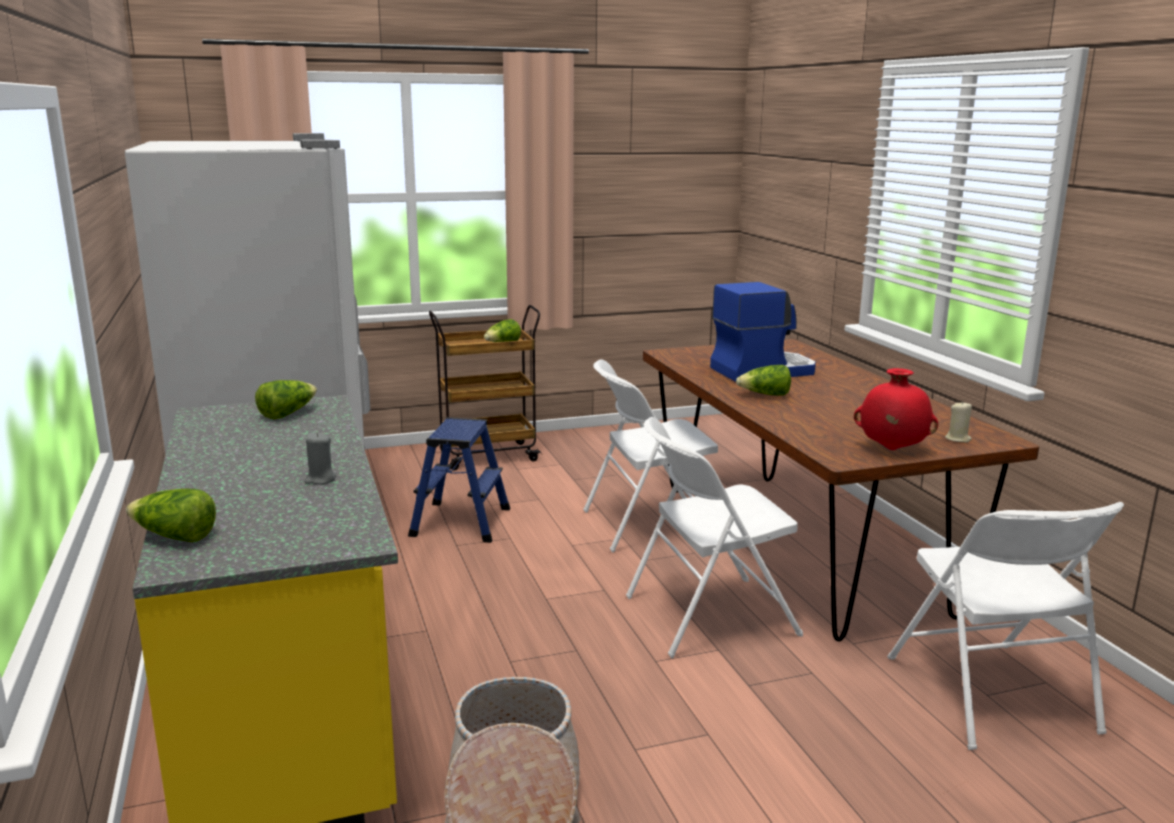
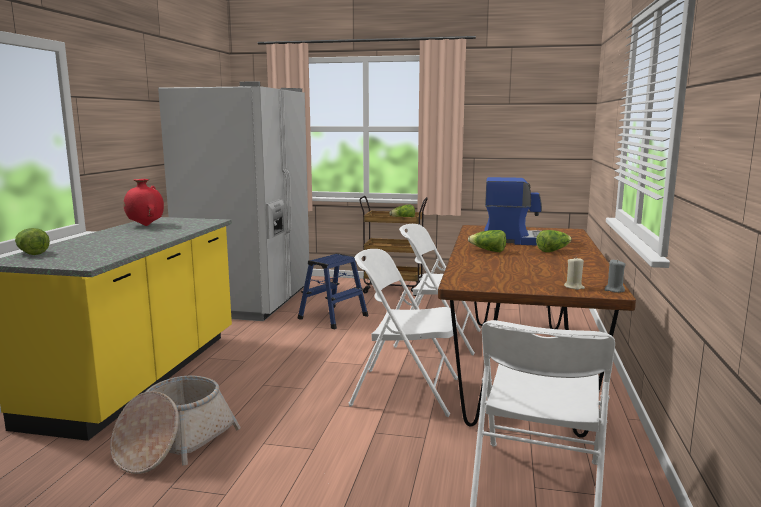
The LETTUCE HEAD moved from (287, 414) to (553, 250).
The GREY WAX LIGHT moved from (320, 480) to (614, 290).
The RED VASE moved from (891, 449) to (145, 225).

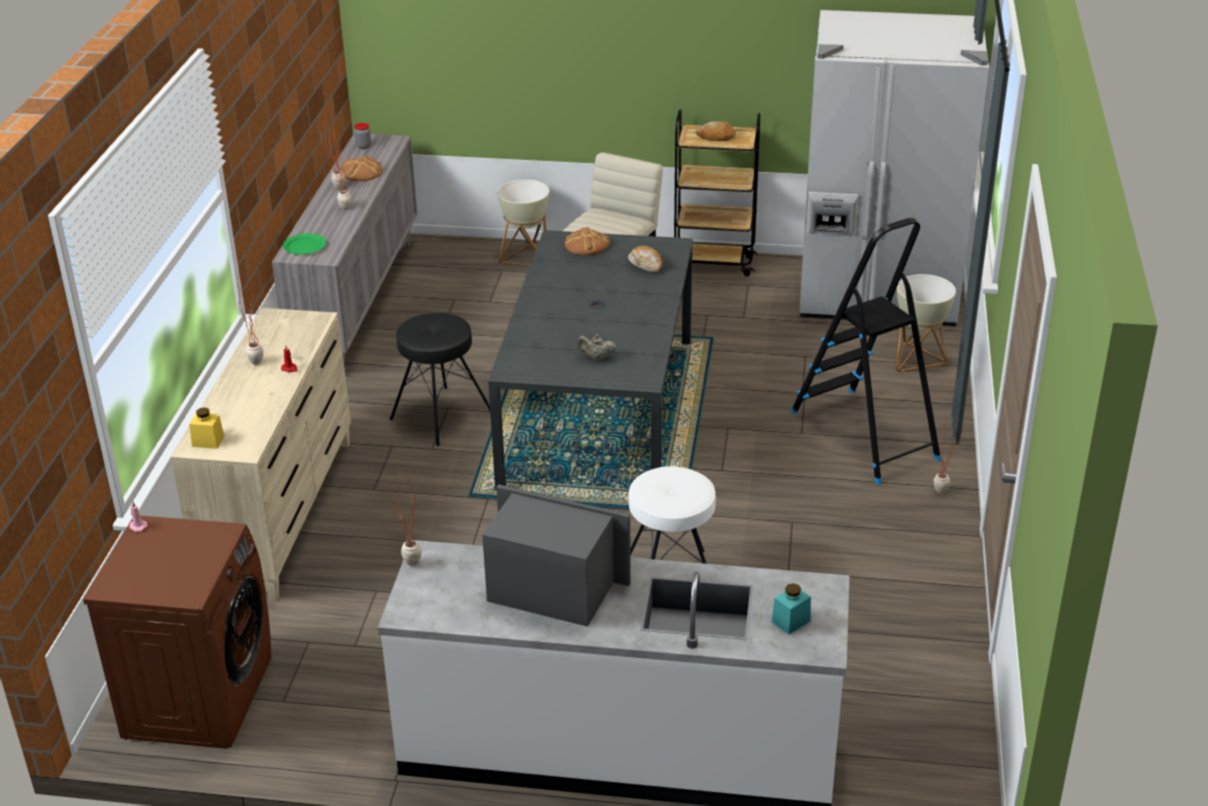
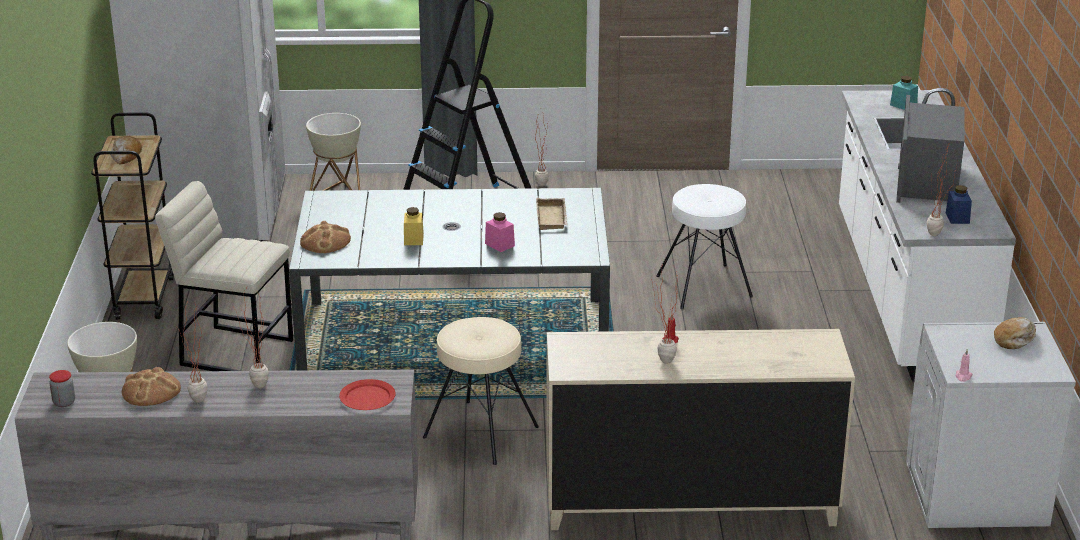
The PINK-COLOURED PRESERVE JAR at (499, 245) appeared.
The BLUE PRESERVE JAR at (957, 218) appeared.
The YELLOW PRESERVE JAR moved from (208, 441) to (413, 239).
The BAKED BREAD moved from (646, 264) to (1014, 339).
The BEIGE TEA POT at (596, 358) was replaced by the BEIGE CARRYING TRAY at (553, 218).
The BROWNISH LAUNDRY MACHINE at (199, 699) became the WHITISH LAUNDRY MACHINE at (975, 495).
The GREEN DINNER PLATE at (304, 246) became the RED DINNER PLATE at (367, 398).
The BLACK-COLOURED SITTING STOOL at (441, 415) became the BEIGE SITTING STOOL at (480, 432).

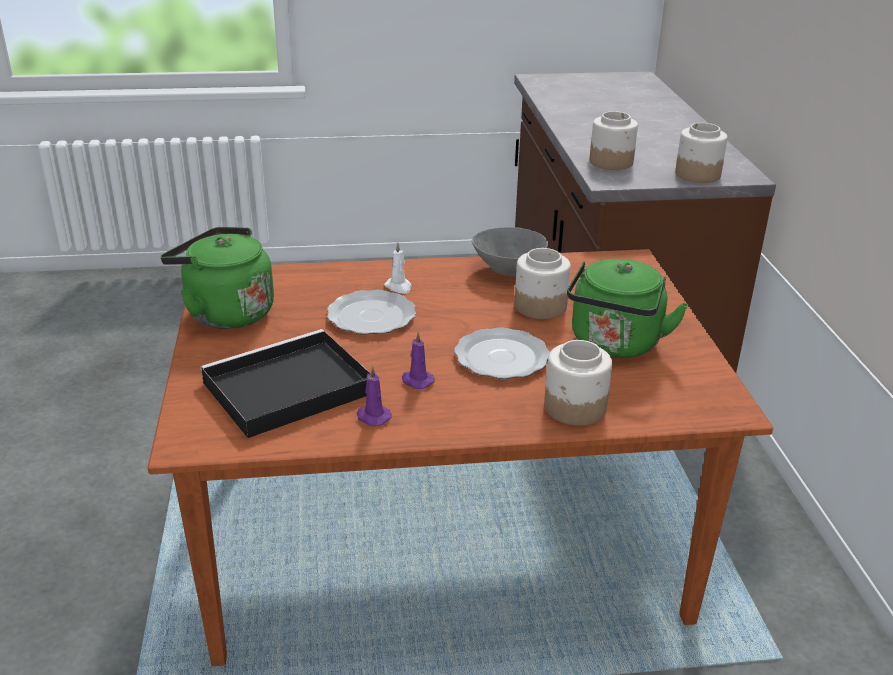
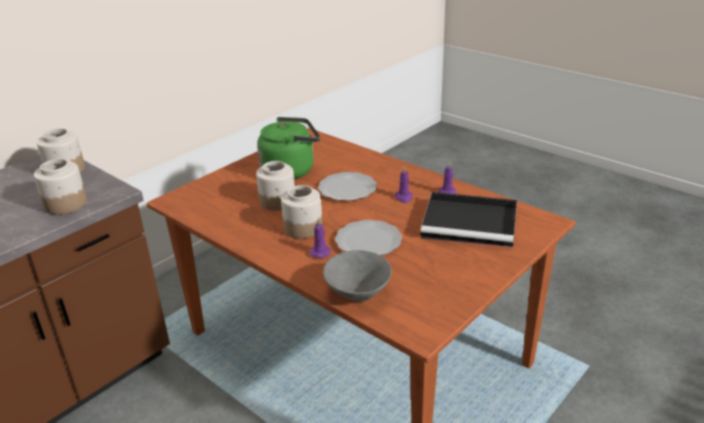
The GREEN WATER KETTLE at (225, 313) disappeared.
The GREY SERVING BOWL moved from (508, 269) to (358, 294).
The PRESERVE JAR moved from (575, 408) to (303, 228).
The WHITISH WAX LIGHT at (399, 287) became the PURPLE WAX LIGHT at (320, 252).

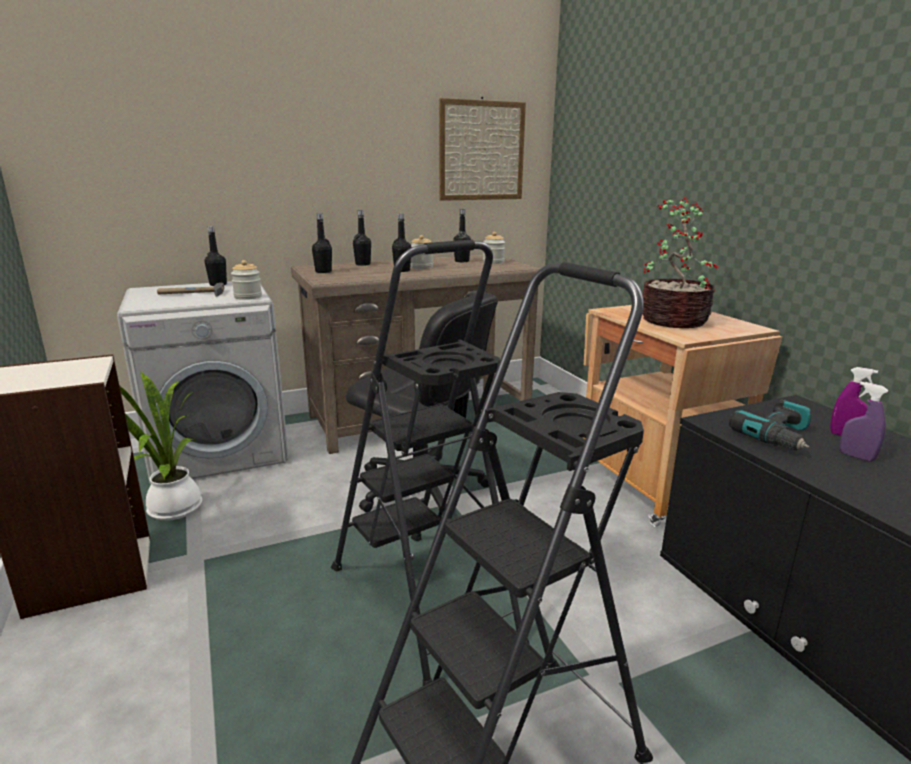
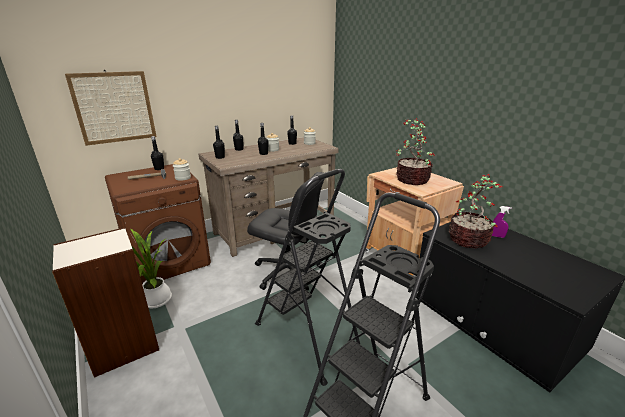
The PURPLE HAND SPRAYER at (856, 457) disappeared.
The PICTURE moved from (481, 149) to (114, 106).
The ELECTRIC DRILL at (779, 437) was replaced by the HOUSEPLANT at (469, 240).
The WHITISH LAUNDRY MACHINE at (221, 450) became the BROWNISH LAUNDRY MACHINE at (170, 261).

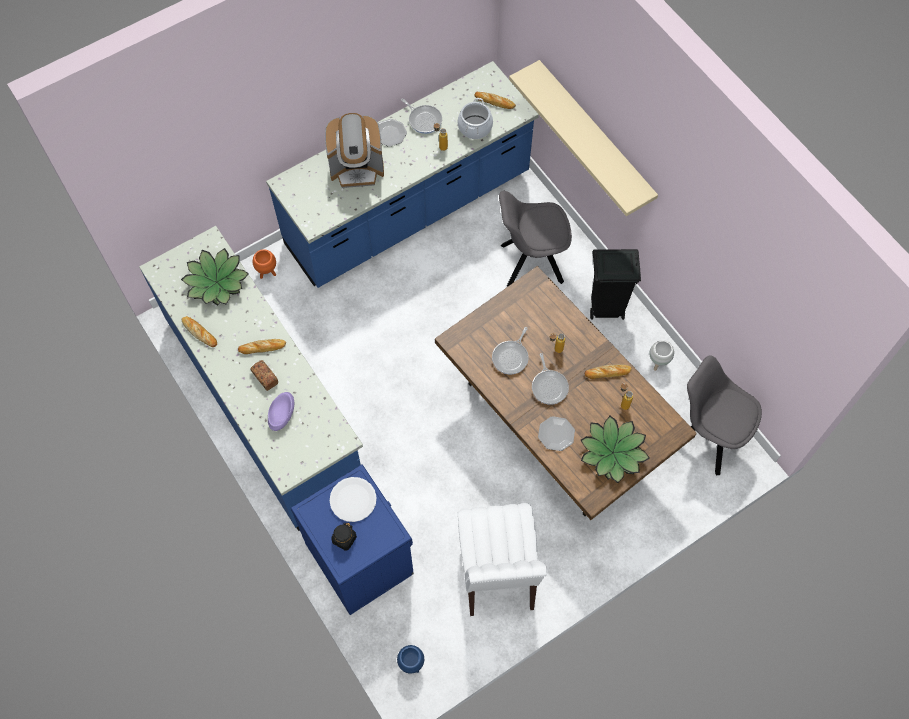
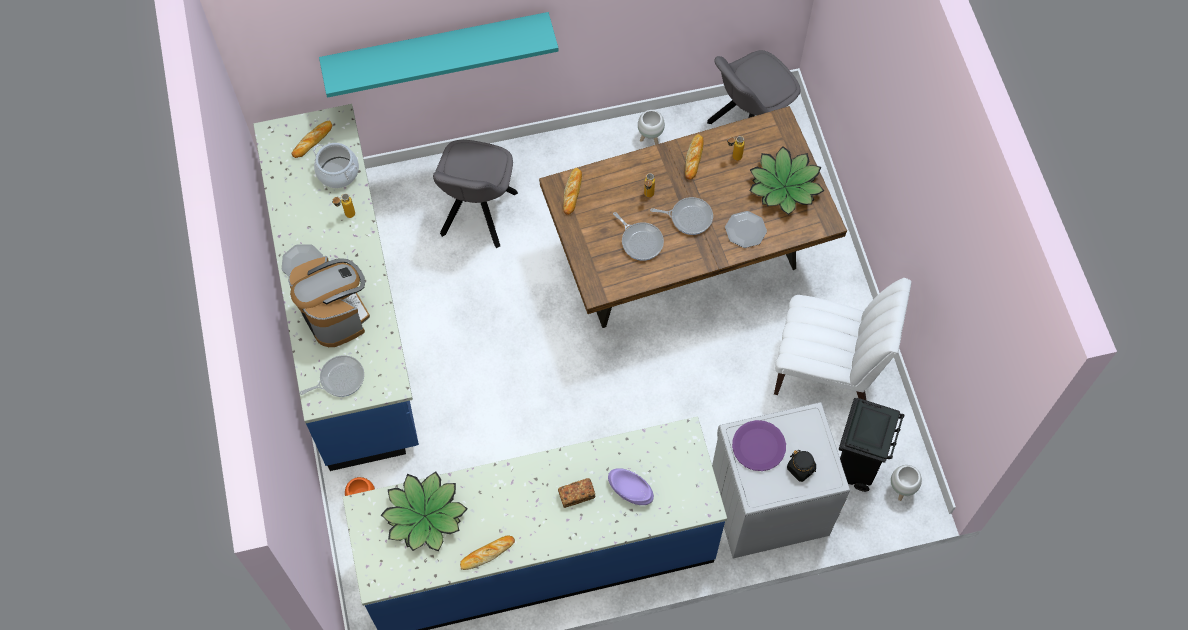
The BAKED BREAD moved from (262, 347) to (572, 192).
The PAN moved from (424, 119) to (339, 379).
The BLACK-COLOURED TRASH CAN moved from (605, 308) to (854, 469).
The BLUE LAUNDRY MACHINE at (361, 557) became the WHITISH LAUNDRY MACHINE at (767, 504).
The WHITISH DINNER PLATE at (353, 500) became the PURPLE DINNER PLATE at (759, 446).
The BLUE PLANTER at (411, 664) became the WHITISH PLANTER at (901, 490).
The BEIGE SHELF at (595, 135) became the TURQUOISE-COLOURED SHELF at (436, 45).
The COFFEE MAKER at (357, 168) turned 45 degrees counterclockwise.

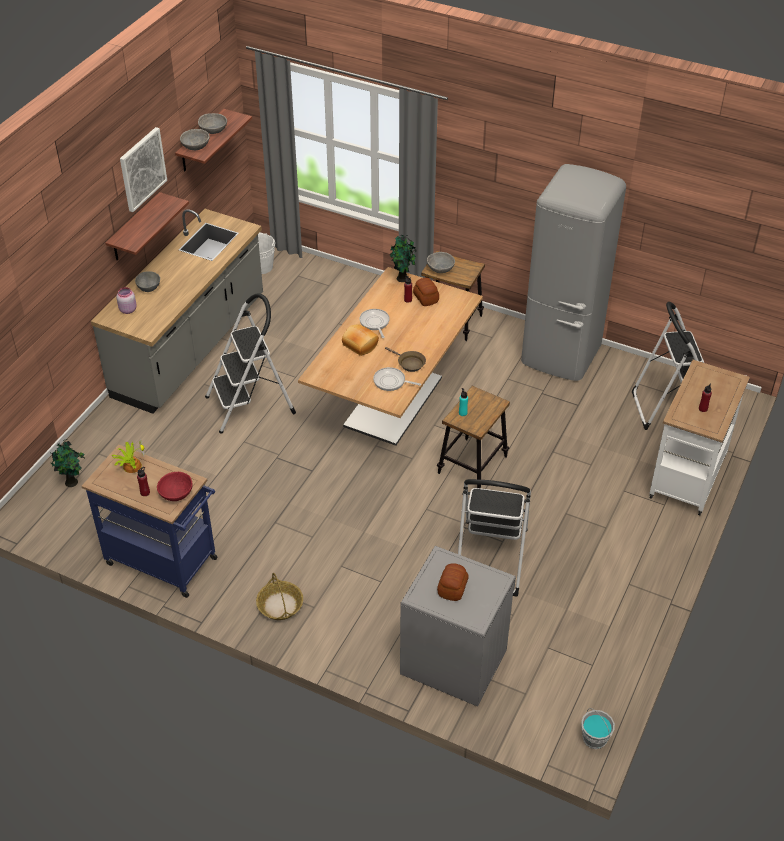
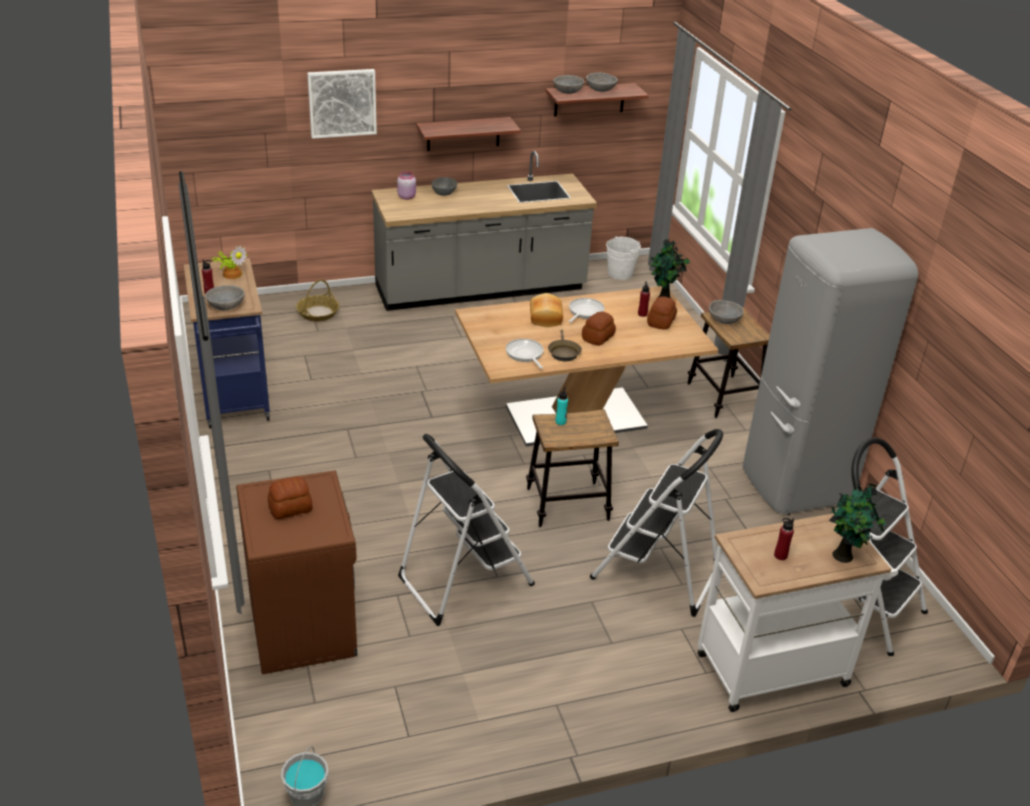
The BAKED BREAD at (598, 337) appeared.
The HOUSEPLANT moved from (72, 482) to (844, 556).
The PICTURE moved from (142, 169) to (342, 103).
The STEP LADDER moved from (253, 405) to (658, 575).
The HOUSEHOLD BASKET moved from (280, 605) to (318, 313).
The RED SERVING BOWL at (176, 493) became the GREY SERVING BOWL at (226, 306).
The GREY LAUNDRY MACHINE at (454, 660) became the BROWNISH LAUNDRY MACHINE at (305, 625).

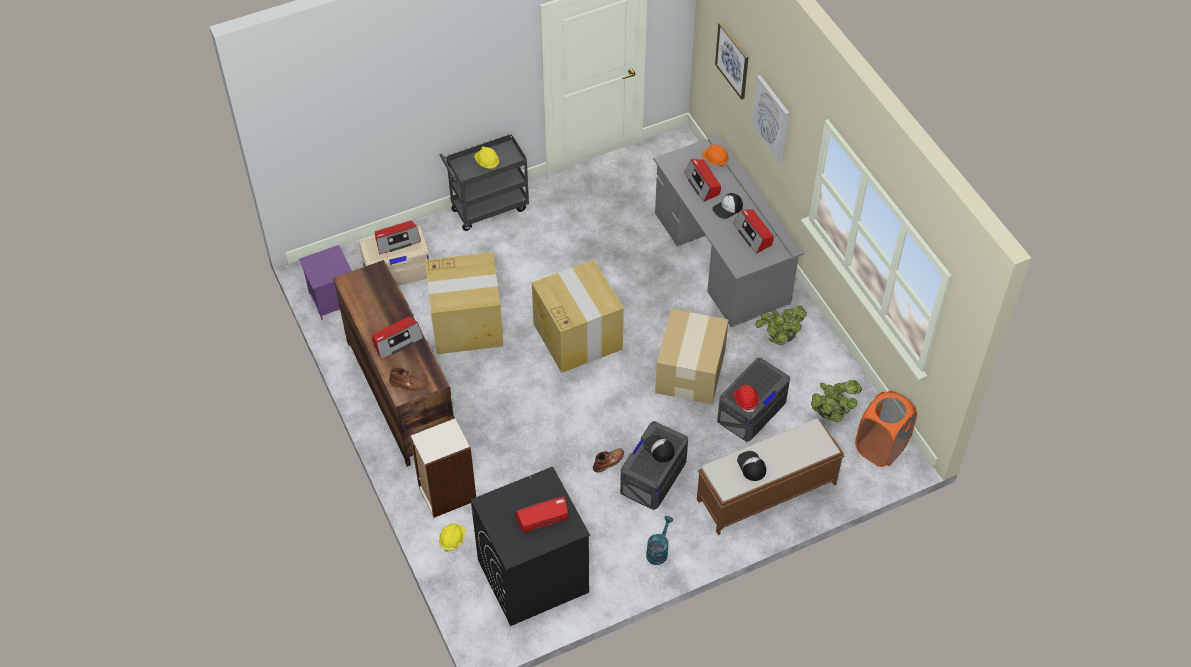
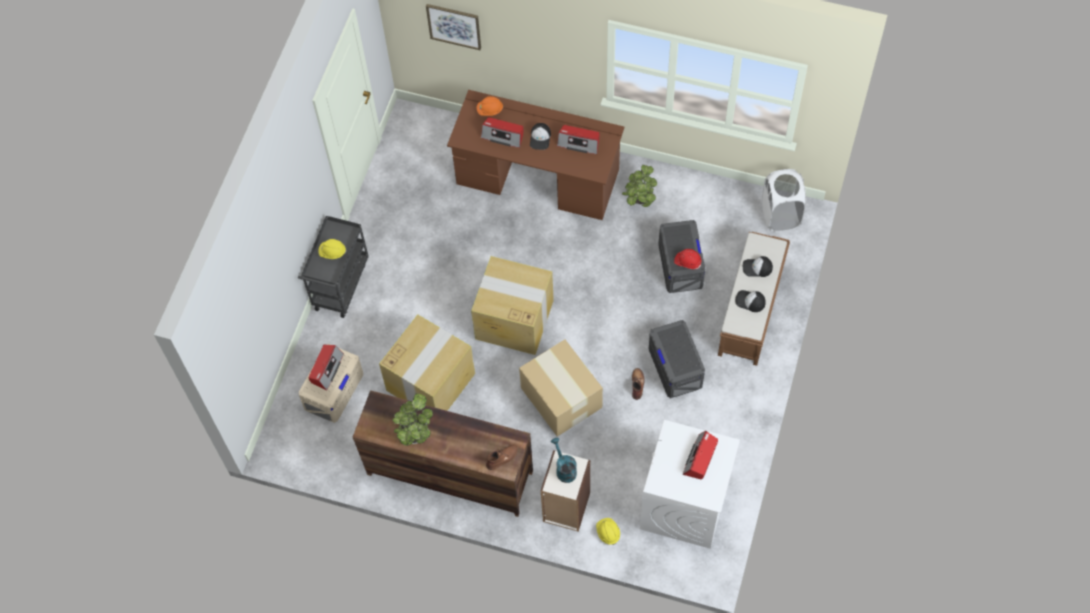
The PURPLE BEDSIDE TABLE at (331, 299) disappeared.
The RADIO RECEIVER at (397, 341) disappeared.
The PICTURE at (771, 118) disappeared.
The CAP moved from (658, 449) to (757, 268).
The TURQUOISE-COLOURED WATERING CAN moved from (658, 551) to (564, 469).
The PACKING BOX moved from (691, 370) to (561, 396).
The HOUSEPLANT moved from (831, 414) to (415, 432).
The BLACK-COLOURED LAUNDRY MACHINE at (532, 577) became the WHITISH LAUNDRY MACHINE at (684, 504).
The GREY DESK TABLE at (721, 258) became the BROWNISH DESK TABLE at (538, 177).
The ORANGE LAUNDRY BASKET at (881, 447) became the WHITISH LAUNDRY BASKET at (780, 215).

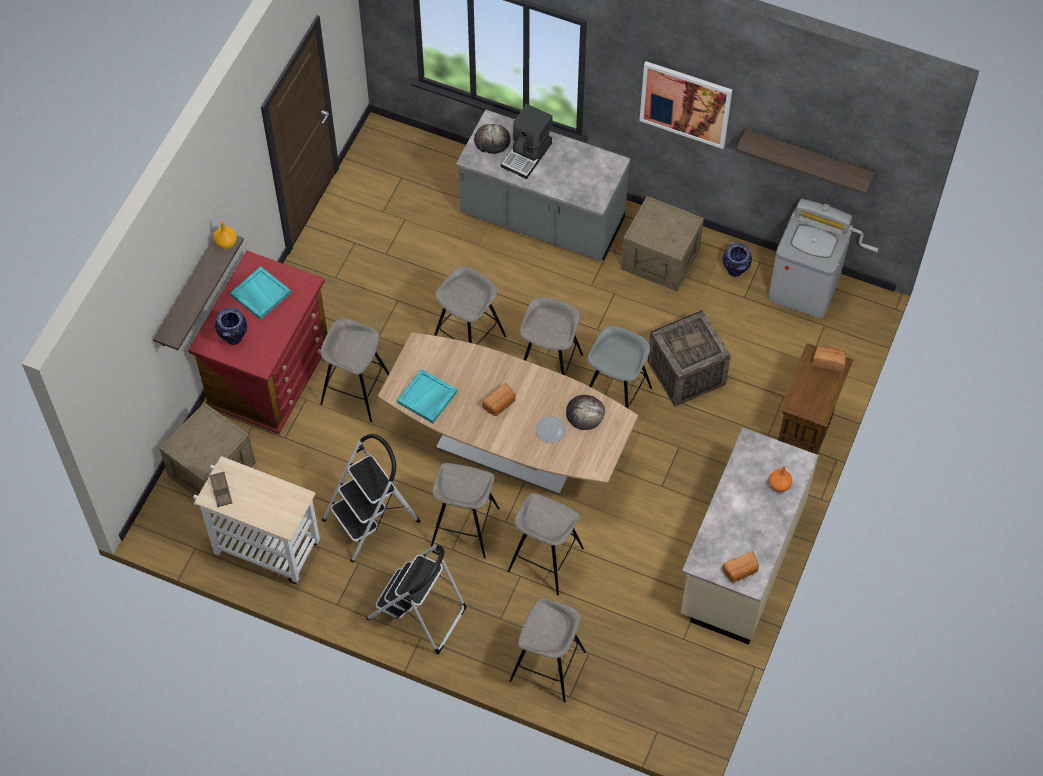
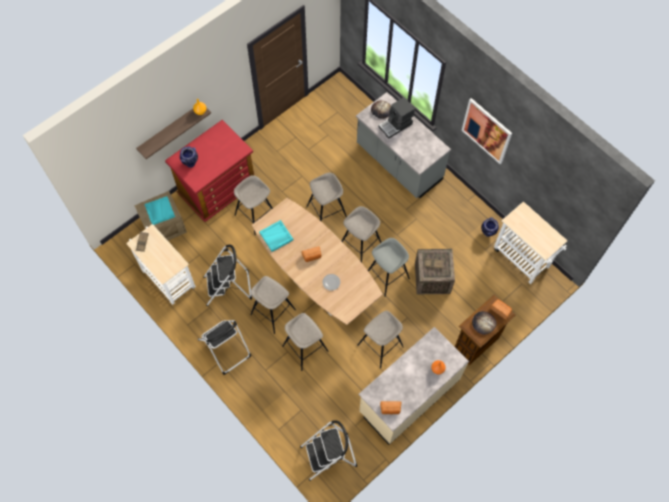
The PACKING CRATE at (661, 259) disappeared.
The SHELF at (807, 159) disappeared.
The STEP LADDER at (330, 456) appeared.
The TURQUOISE-COLOURED CARRYING TRAY moved from (260, 294) to (159, 211).
The GREY SITTING STOOL moved from (548, 667) to (380, 346).
The BAKED BREAD moved from (585, 413) to (483, 323).
The GREY LAUNDRY MACHINE at (806, 288) was replaced by the WHITISH WHEELED CART at (522, 258).

